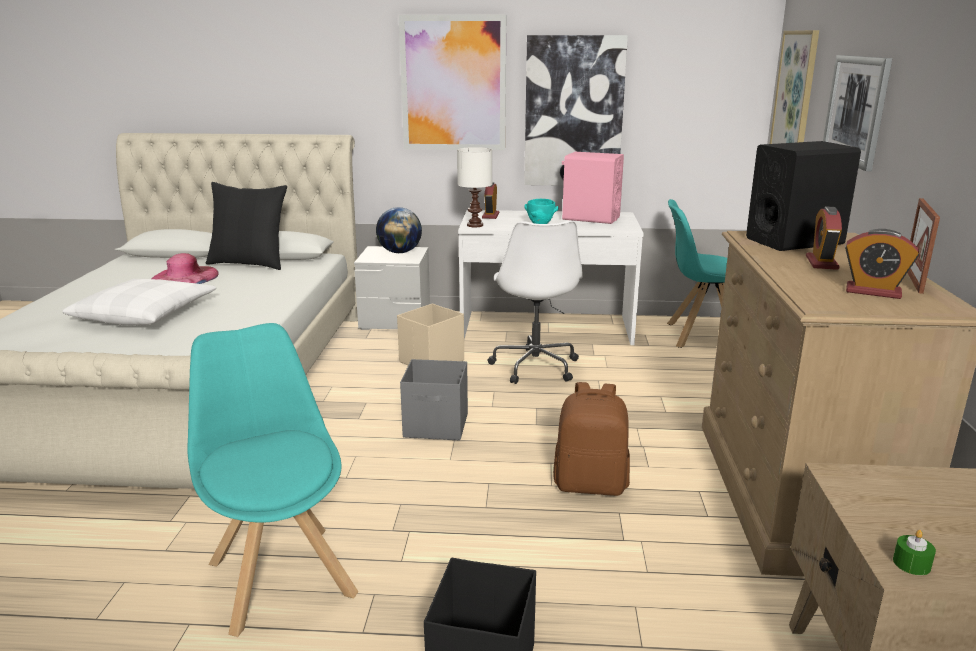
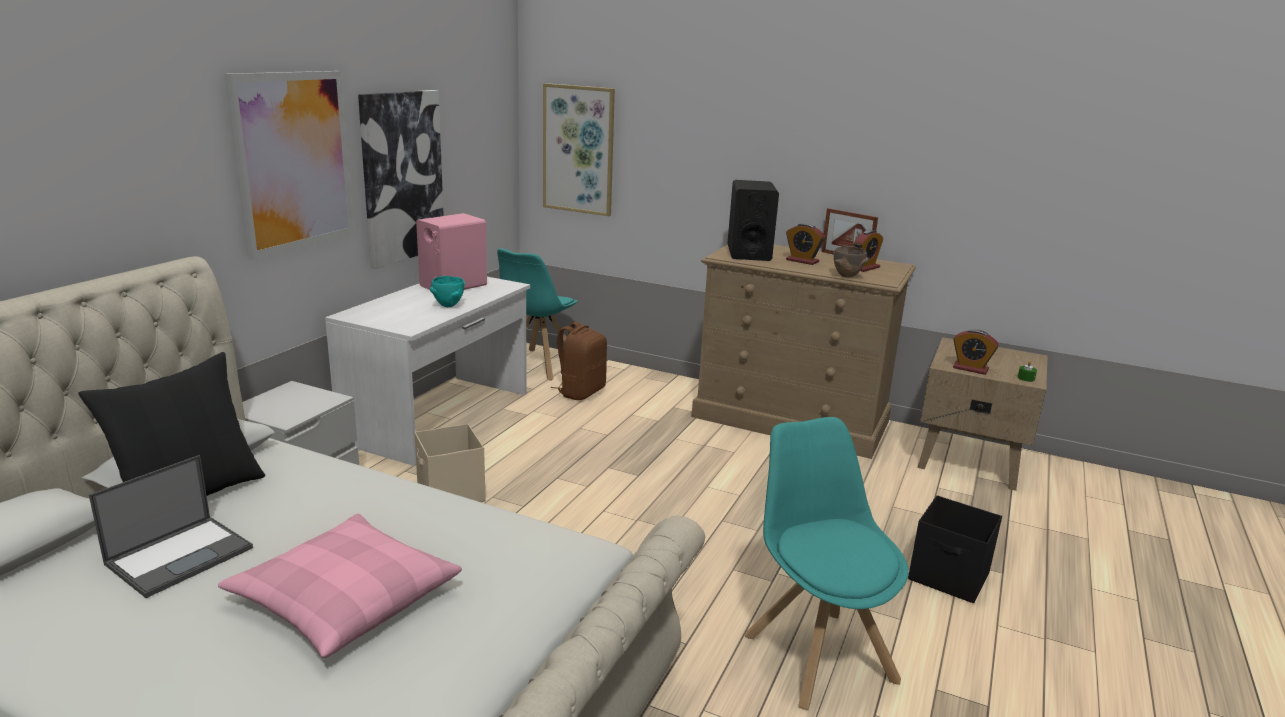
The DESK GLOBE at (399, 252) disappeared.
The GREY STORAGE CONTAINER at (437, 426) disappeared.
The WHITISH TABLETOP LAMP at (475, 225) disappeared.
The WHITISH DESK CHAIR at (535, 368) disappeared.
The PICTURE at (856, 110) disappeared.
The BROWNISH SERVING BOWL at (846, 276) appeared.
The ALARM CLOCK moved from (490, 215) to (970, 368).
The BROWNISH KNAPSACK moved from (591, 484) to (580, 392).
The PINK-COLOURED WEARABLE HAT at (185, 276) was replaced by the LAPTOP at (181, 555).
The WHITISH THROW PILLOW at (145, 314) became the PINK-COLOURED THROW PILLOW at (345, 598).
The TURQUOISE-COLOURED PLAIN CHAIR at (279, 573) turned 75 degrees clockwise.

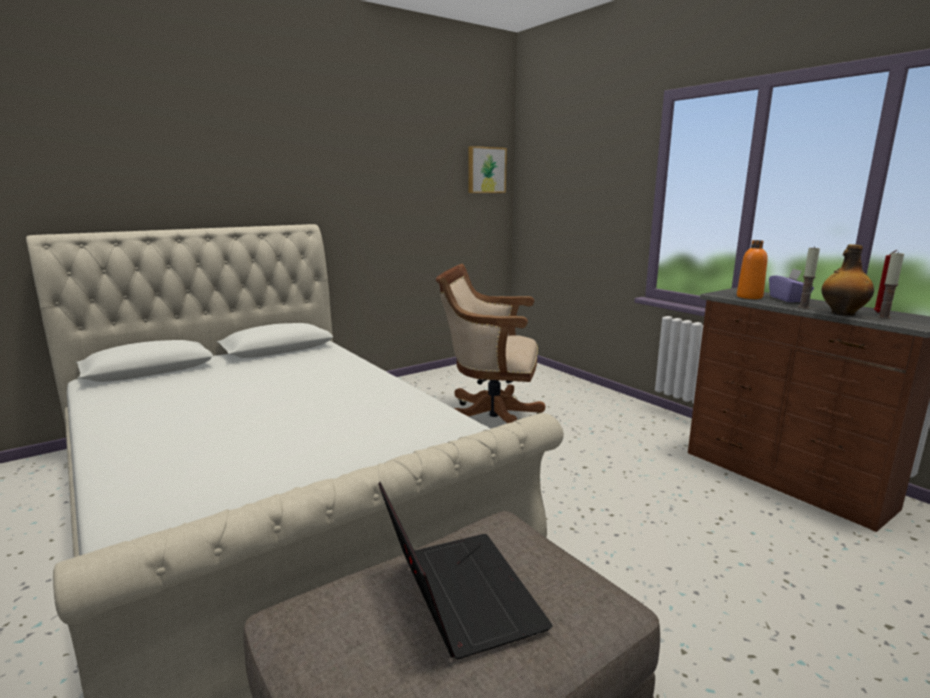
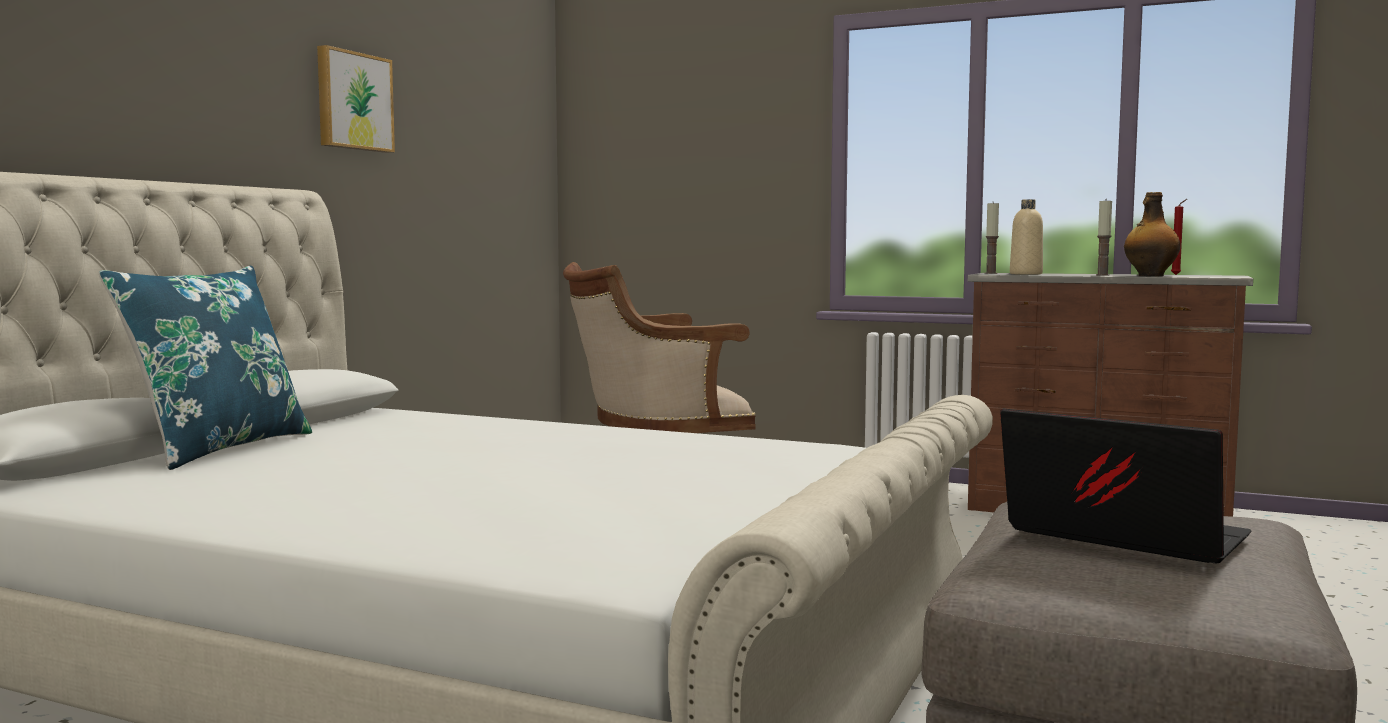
The PURPLE TISSUE HOLDER at (788, 299) disappeared.
The BLUE THROW PILLOW at (218, 448) appeared.
The PICTURE moved from (486, 170) to (353, 101).
The WAX LIGHT moved from (883, 317) to (991, 273).
The ORANGE DRINK BOTTLE at (749, 297) became the BEIGE DRINK BOTTLE at (1026, 274).

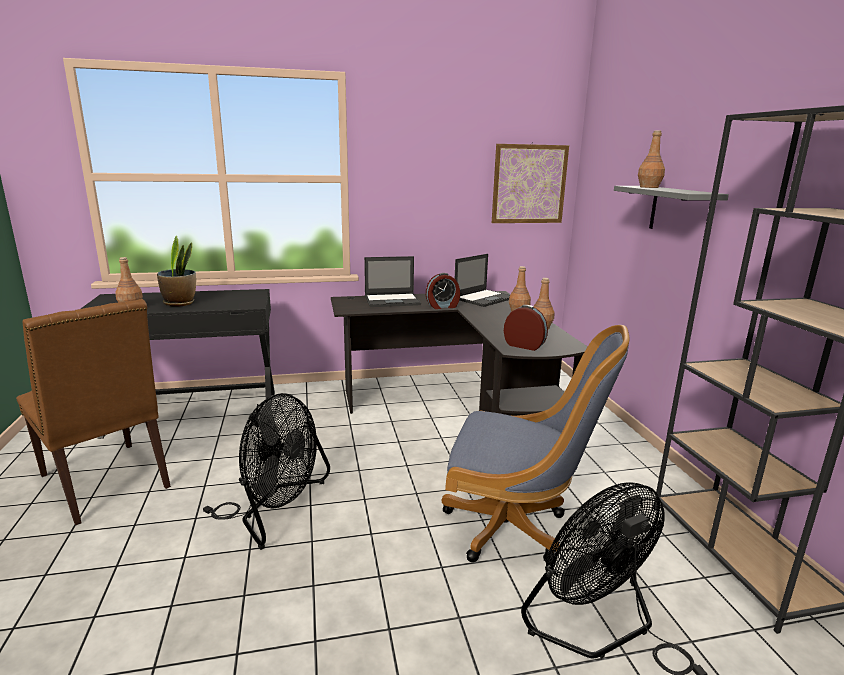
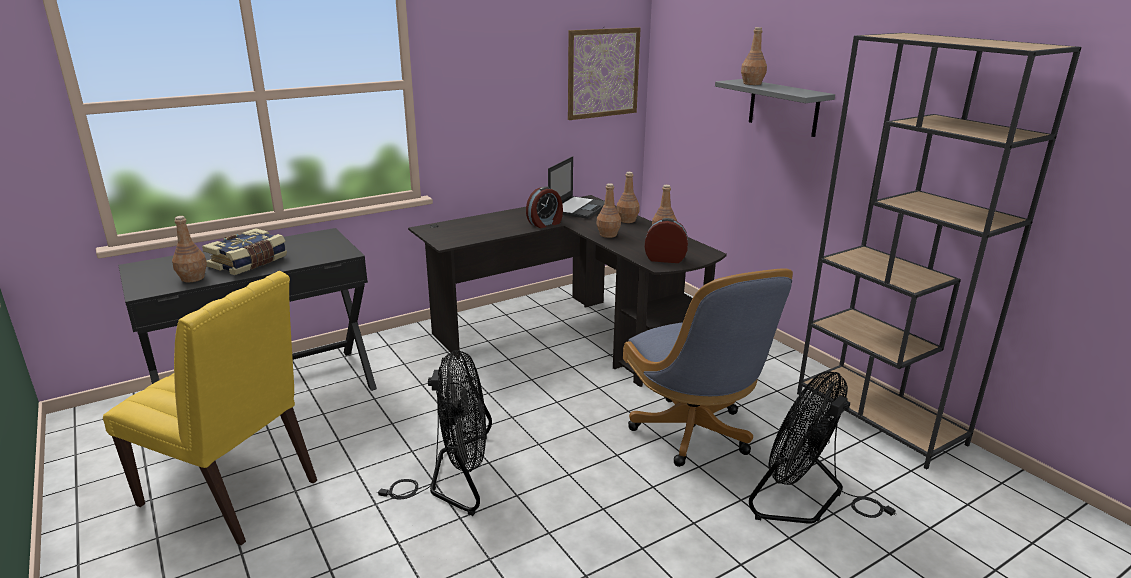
The LAPTOP at (393, 300) disappeared.
The BROWNISH DRINK BOTTLE at (608, 235) appeared.
The HOUSEPLANT at (180, 303) was replaced by the VOLUME at (249, 263).
The BROWNISH PLAIN CHAIR at (104, 481) became the YELLOW PLAIN CHAIR at (228, 492).
The BLUE DESK CHAIR at (517, 529) turned 75 degrees clockwise.

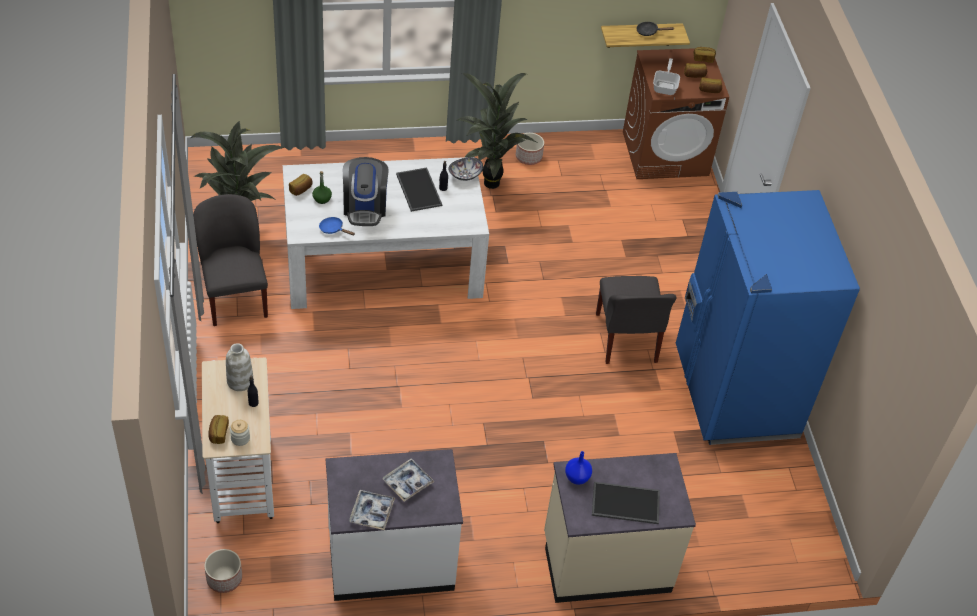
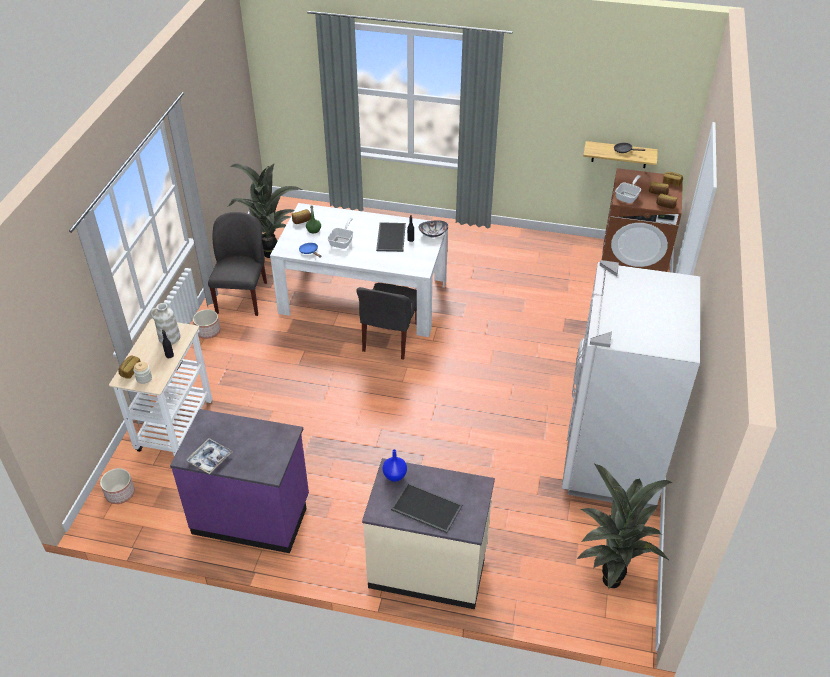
The CARRYING TRAY at (408, 482) disappeared.
The HOUSEPLANT moved from (488, 181) to (608, 577).
The PLANTER moved from (528, 157) to (208, 331).
The GREY PLAIN CHAIR moved from (626, 339) to (390, 338).
The COFFEE MAKER at (365, 207) was replaced by the PAN at (342, 241).
The WHITISH KITCHEN BASE UNIT at (391, 560) became the PURPLE KITCHEN BASE UNIT at (252, 515).
The BLUE REFRIGERATOR at (734, 392) became the WHITISH REFRIGERATOR at (610, 457).

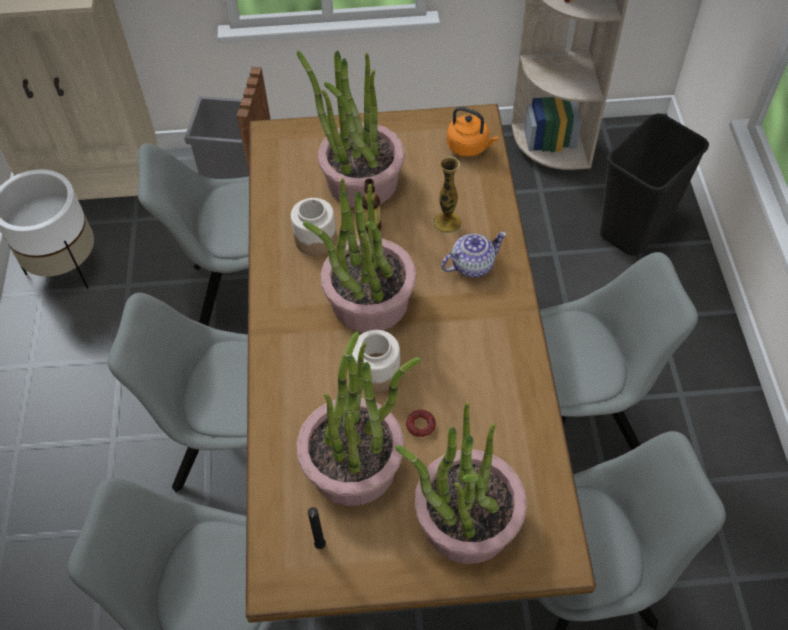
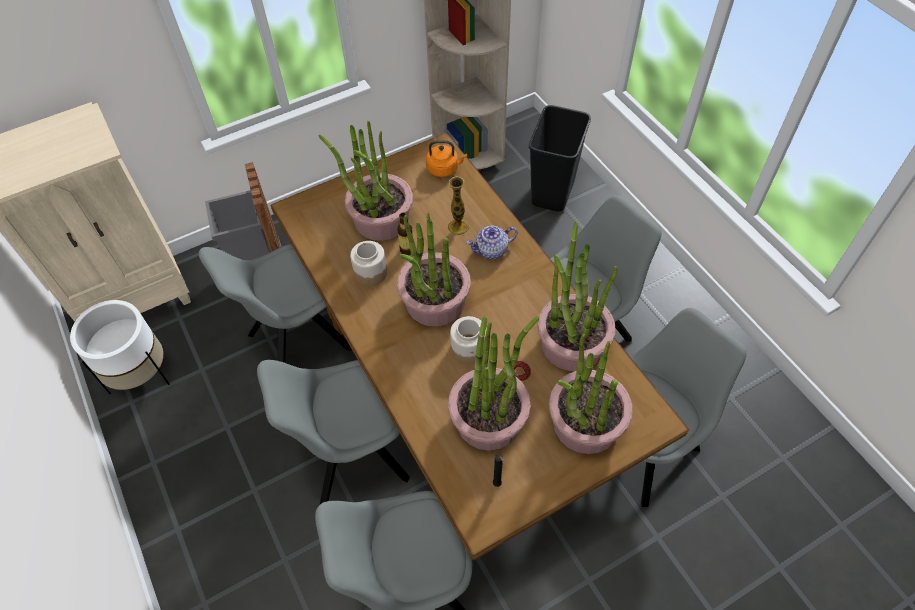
The HOUSEPLANT at (572, 343) appeared.
The TEA POT at (471, 265) turned 150 degrees counterclockwise.

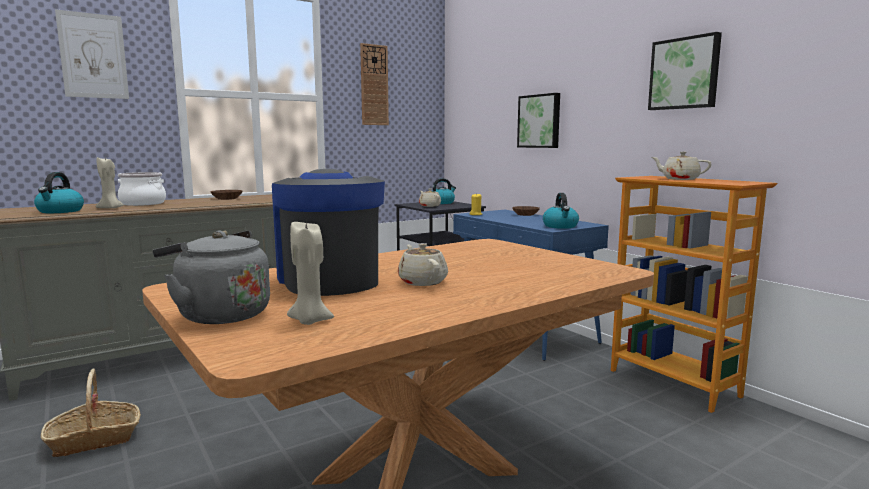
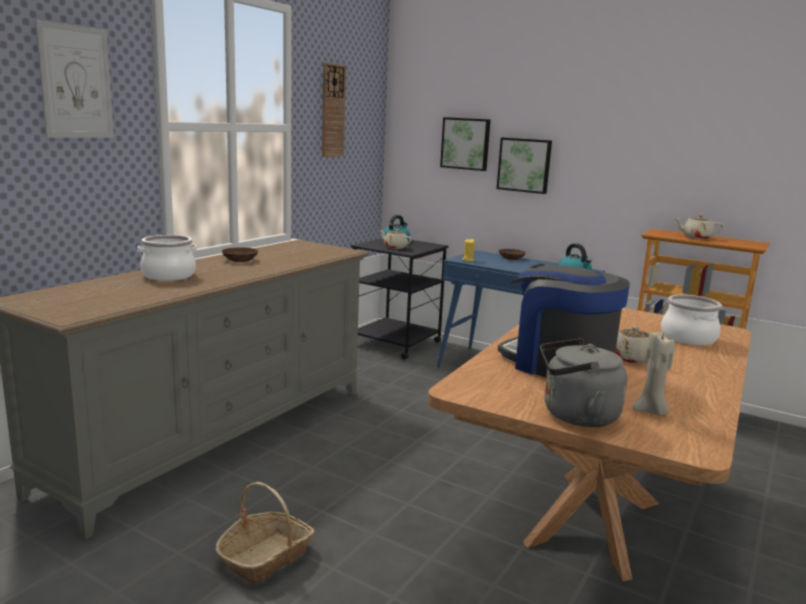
The WATER KETTLE at (60, 211) disappeared.
The BEIGE WAX LIGHT at (111, 208) disappeared.
The COOKING POT at (687, 338) appeared.
The PICTURE moved from (685, 73) to (466, 143).

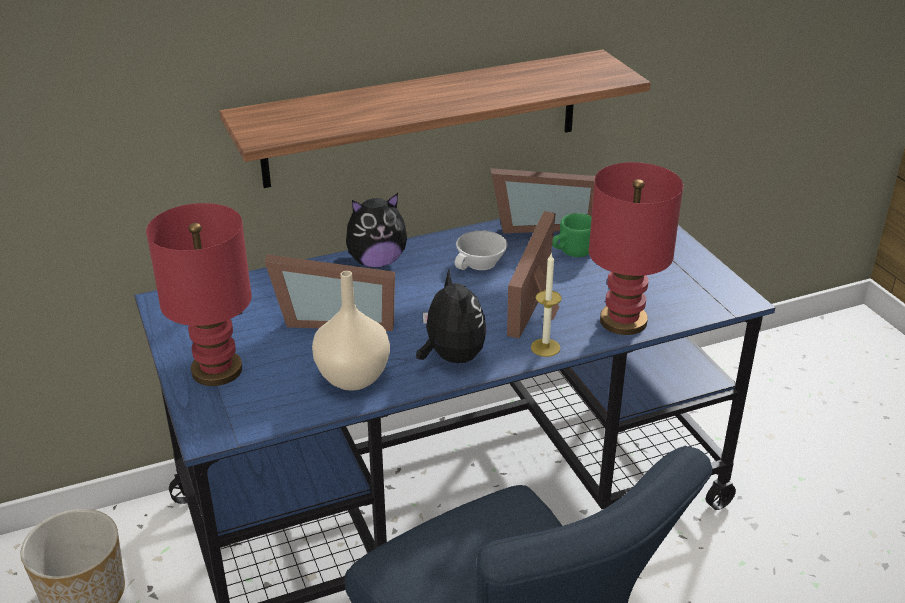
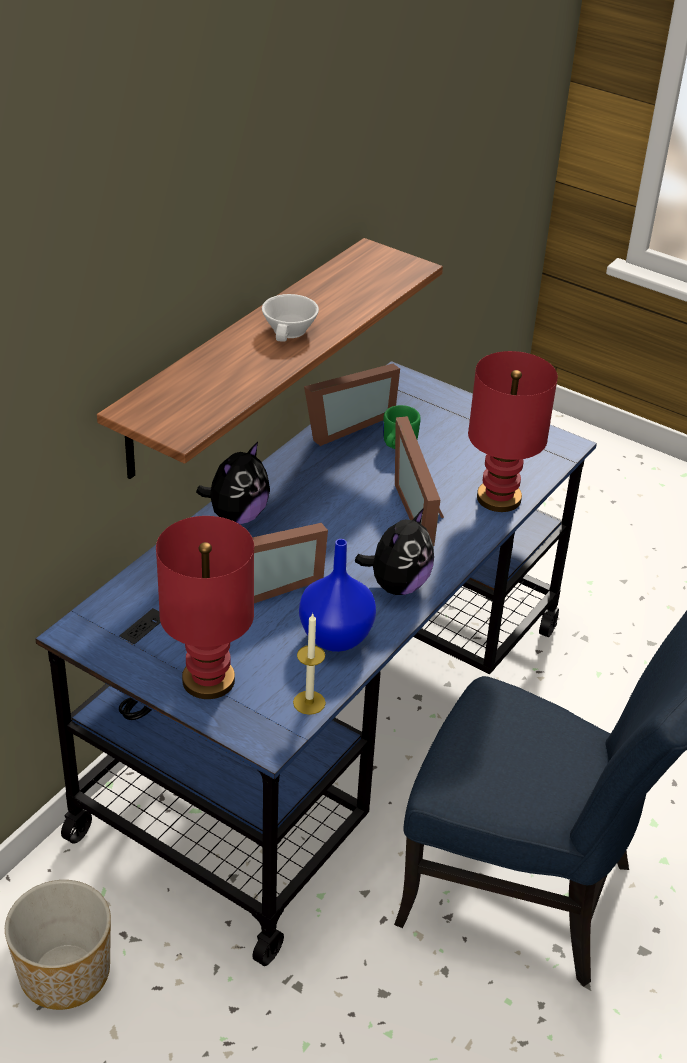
The WHITISH DRINKING CUP moved from (481, 263) to (291, 331).
The WAX LIGHT moved from (545, 347) to (309, 702).
The BEIGE VASE at (351, 378) became the BLUE VASE at (334, 638).
The CUDDLY TOY at (451, 357) turned 90 degrees clockwise.

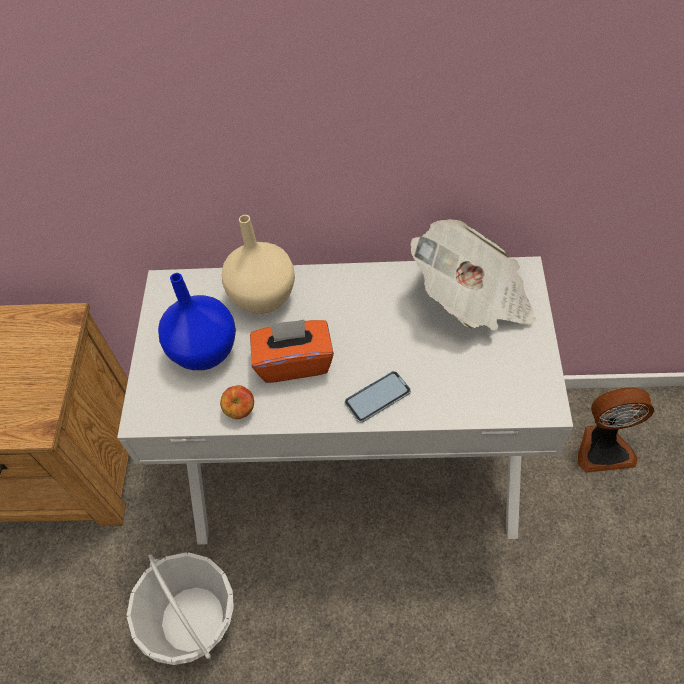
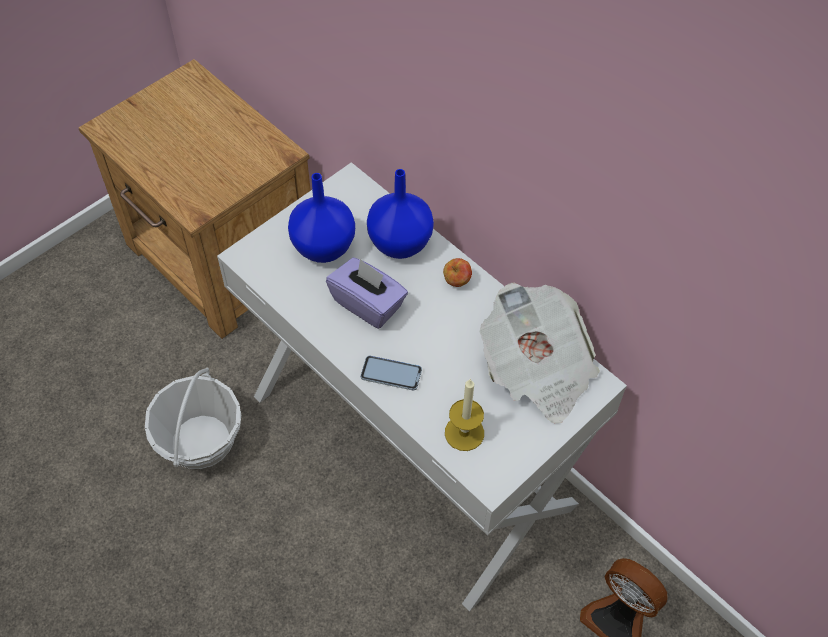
The WAX LIGHT at (464, 433) appeared.
The APPLE FRUIT moved from (240, 410) to (457, 281).
The BEIGE VASE at (263, 298) became the BLUE VASE at (398, 244).
The ORANGE TISSUE HOLDER at (294, 362) became the PURPLE TISSUE HOLDER at (368, 304).

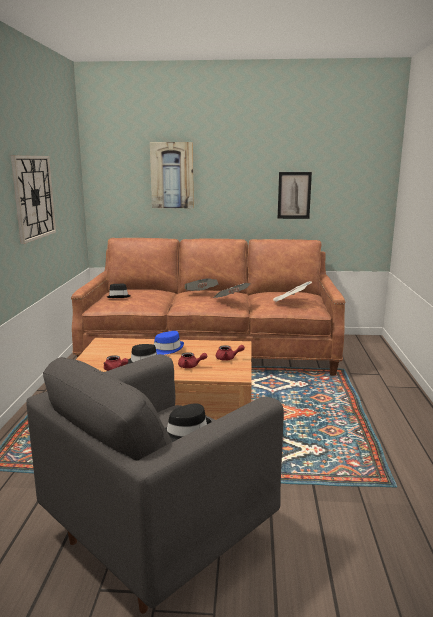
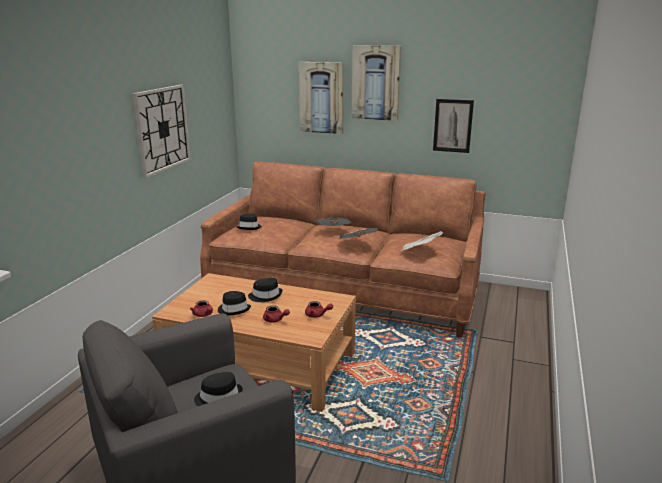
The PICTURE at (376, 82) appeared.
The BLUE WEARABLE HAT at (167, 349) became the BLACK-COLOURED WEARABLE HAT at (265, 296).

